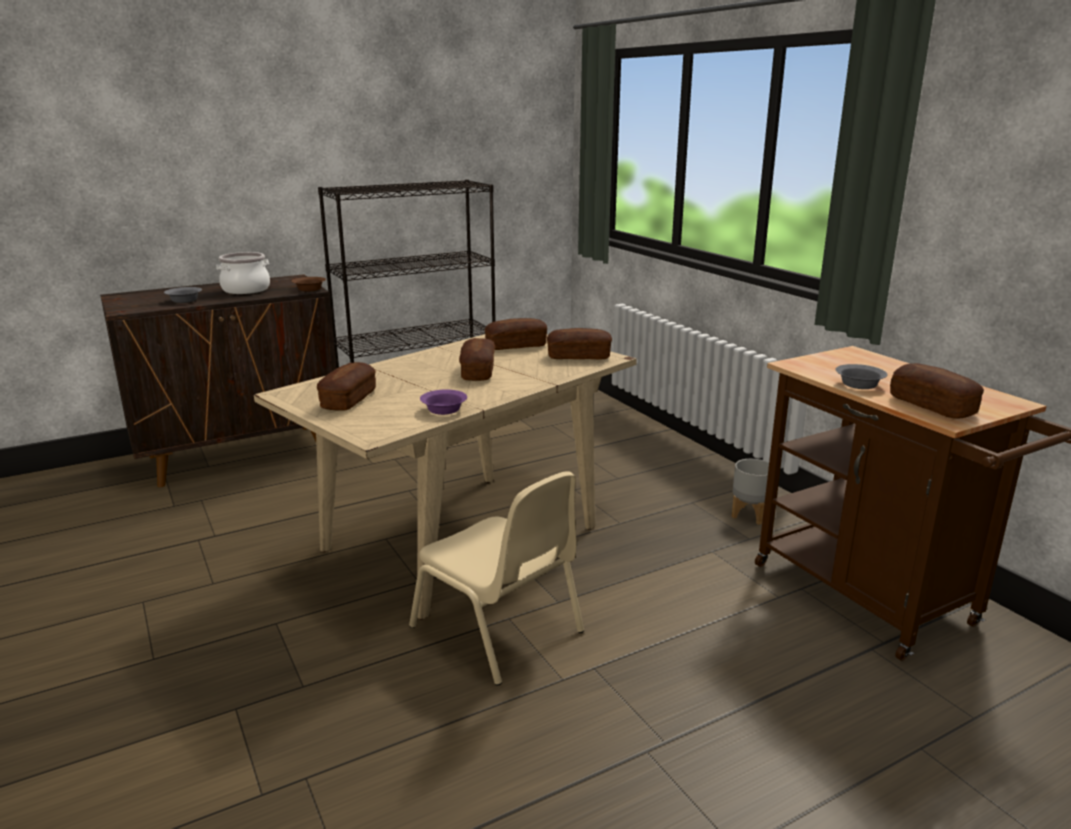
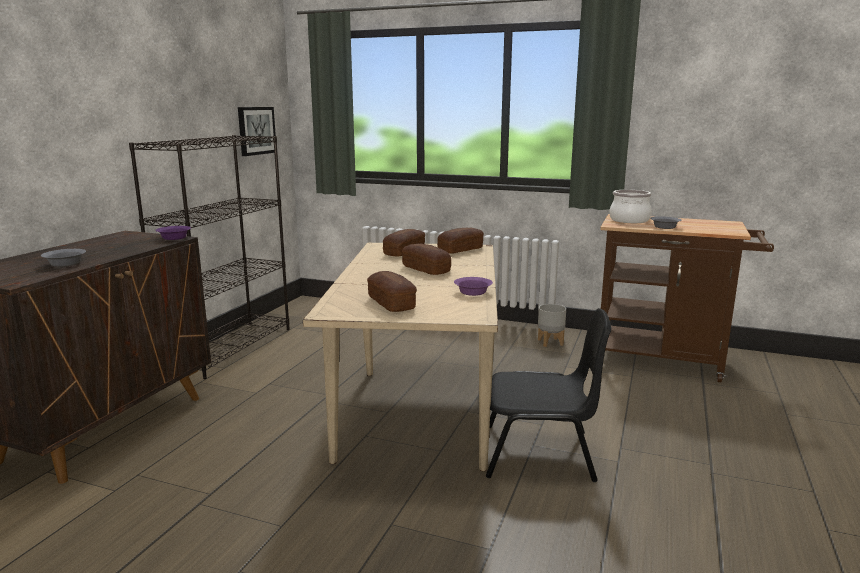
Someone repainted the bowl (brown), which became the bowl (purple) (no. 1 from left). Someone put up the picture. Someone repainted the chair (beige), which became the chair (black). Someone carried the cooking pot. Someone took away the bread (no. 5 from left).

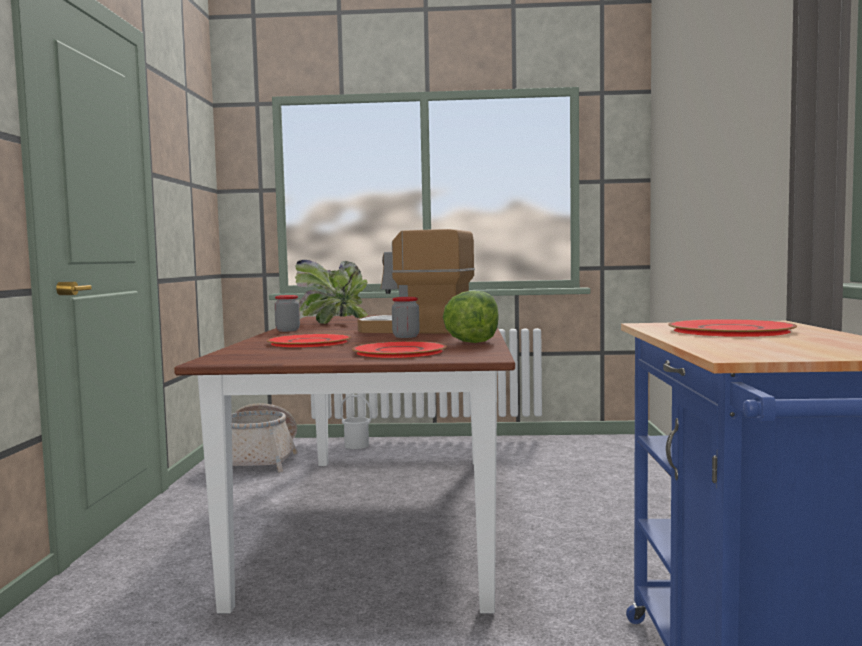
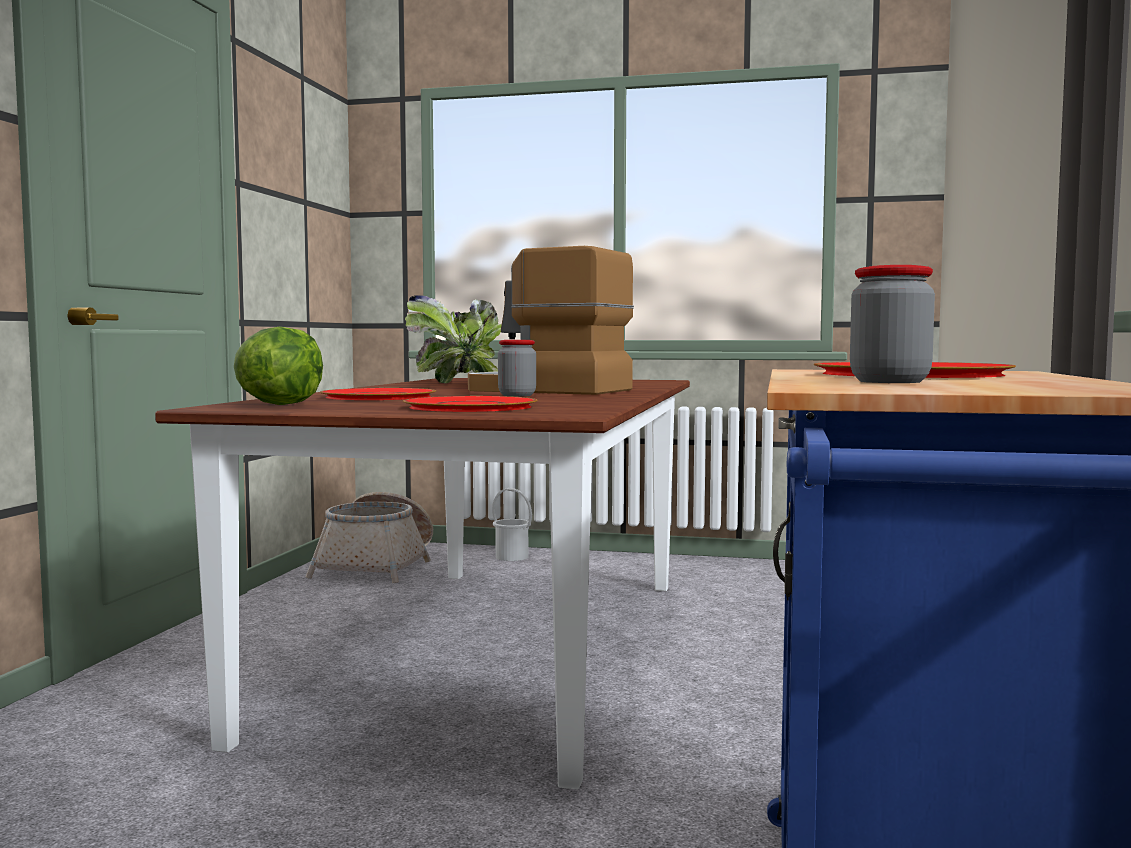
Someone carried the lettuce. Someone carried the jar (no. 1 from left in the first image).

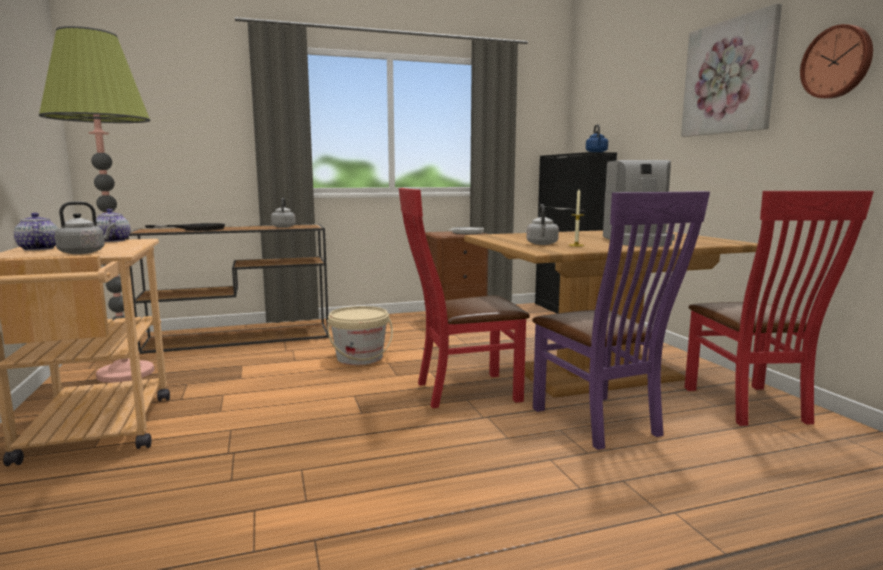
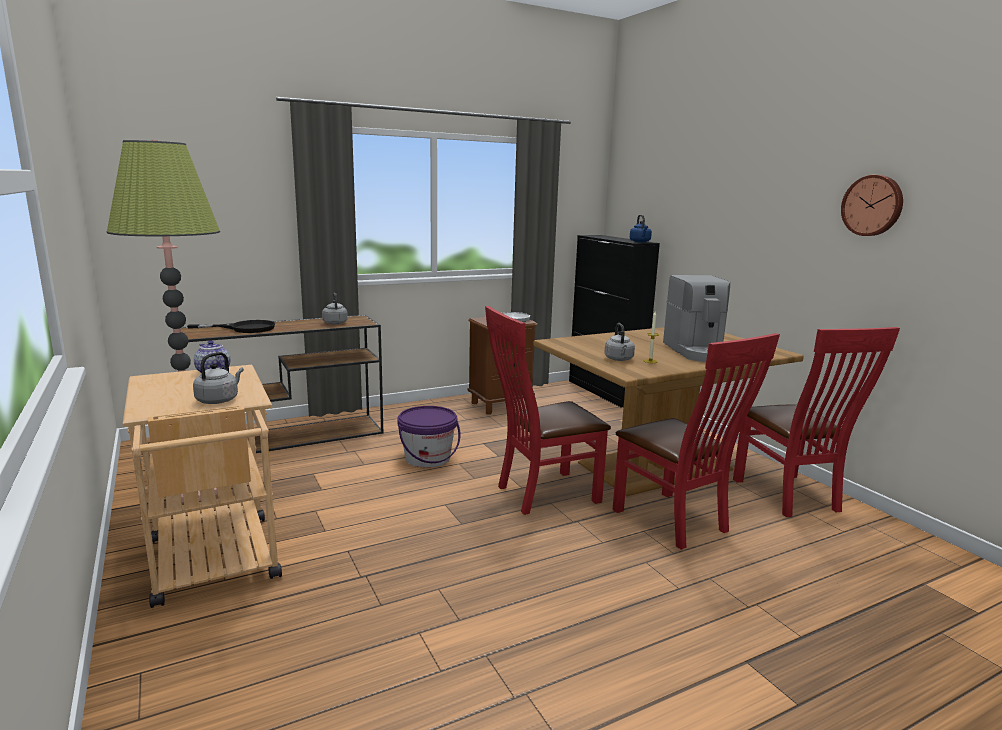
Someone repainted the bucket (beige), which became the bucket (purple). Someone repainted the chair (purple), which became the chair (red) (no. 2 from left). Someone took away the teapot (no. 1 from left). Someone took away the picture.

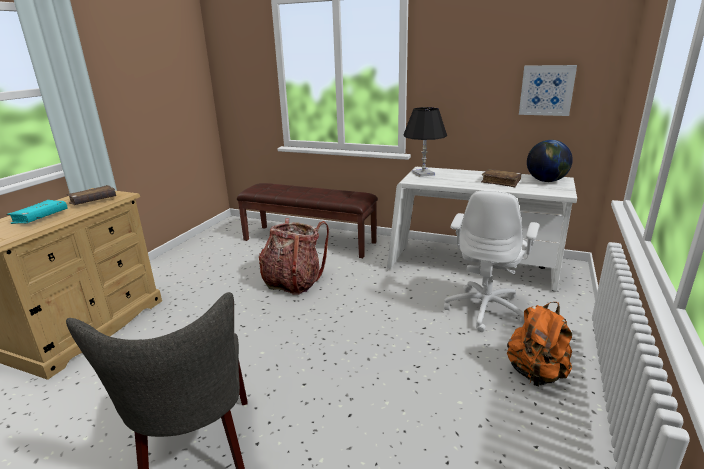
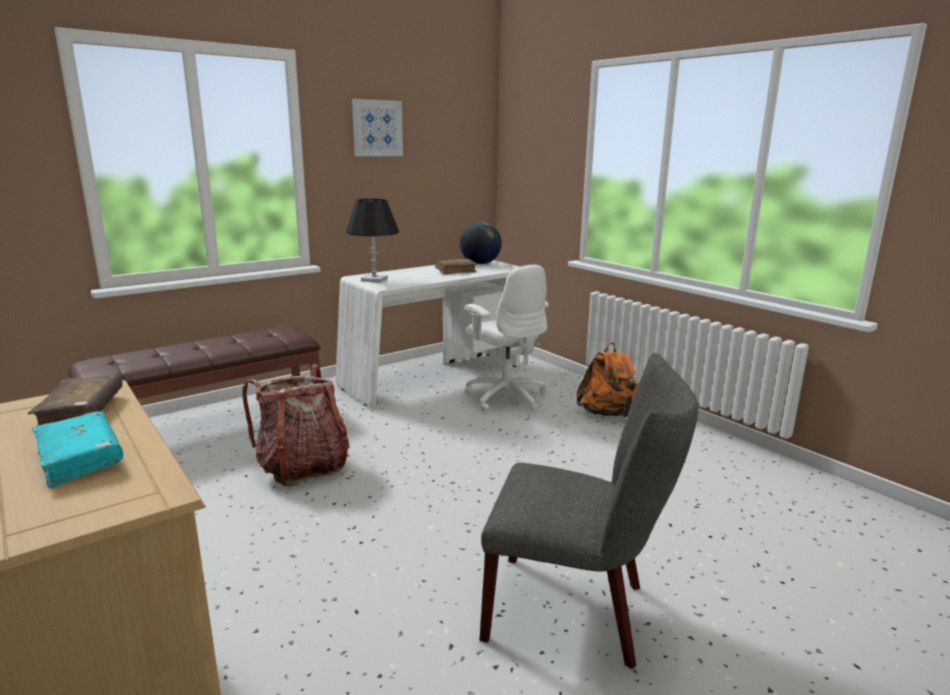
Someone carried the picture.

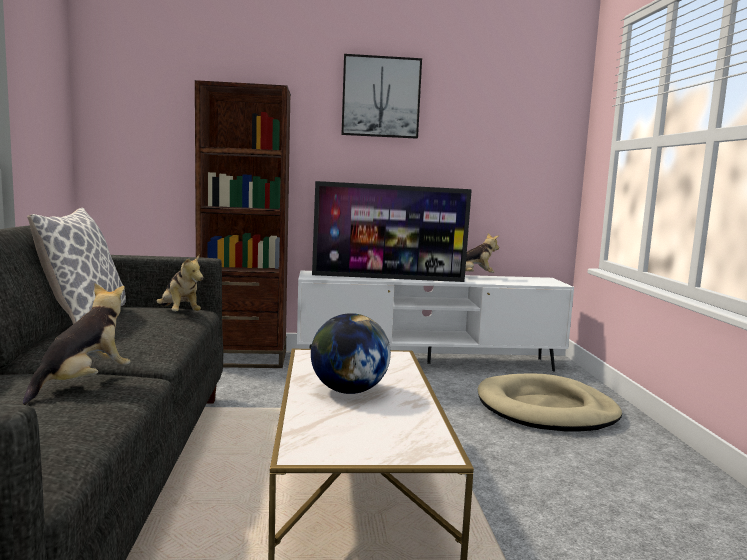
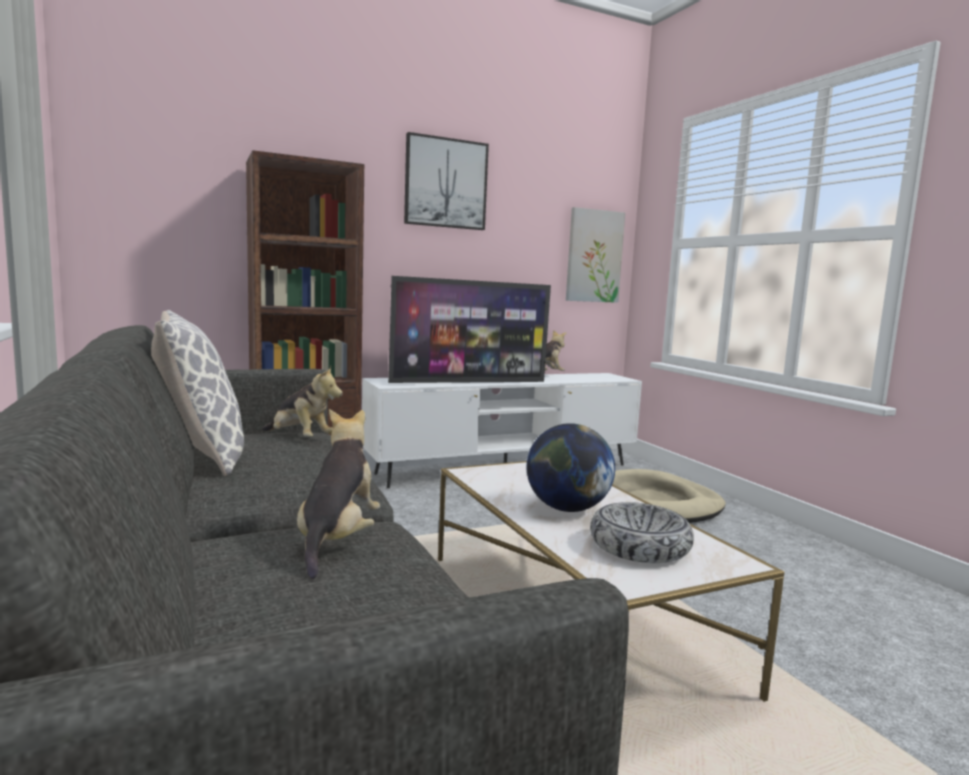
Someone put up the picture (no. 2 from left). Someone put down the bowl.

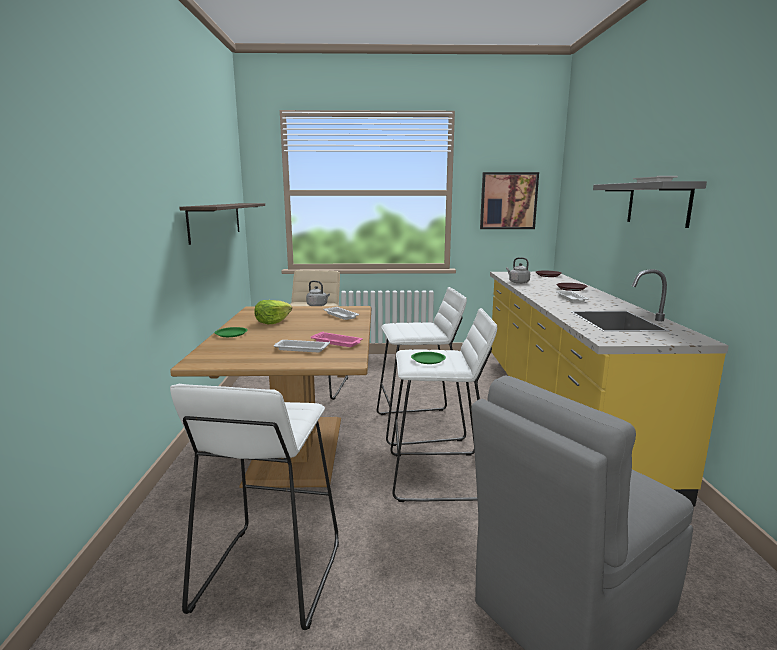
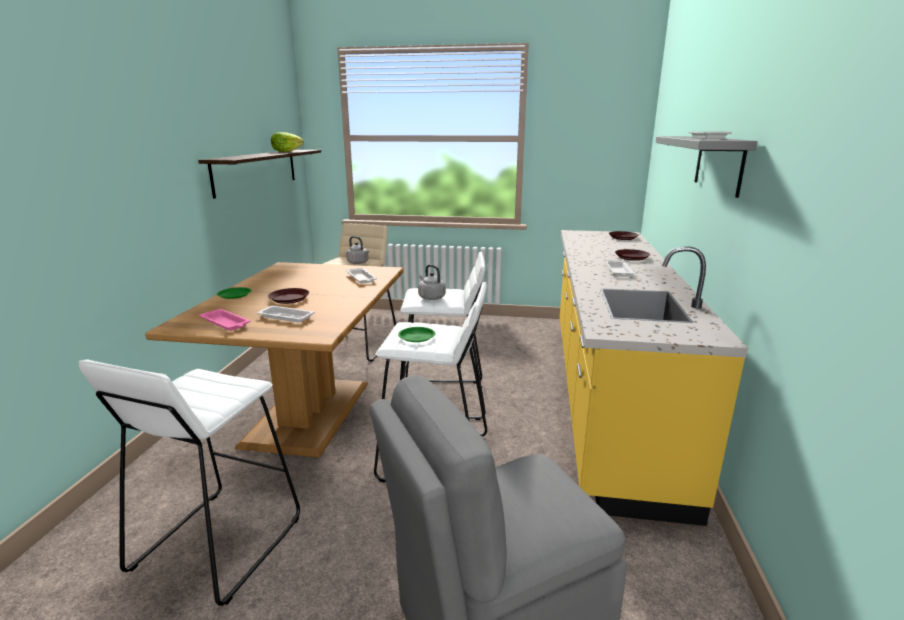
Someone carried the tray (pink). Someone put down the plate (brown) (no. 1 from left). Someone carried the lettuce. Someone carried the kettle (grey) (no. 2 from left). Someone took away the picture.

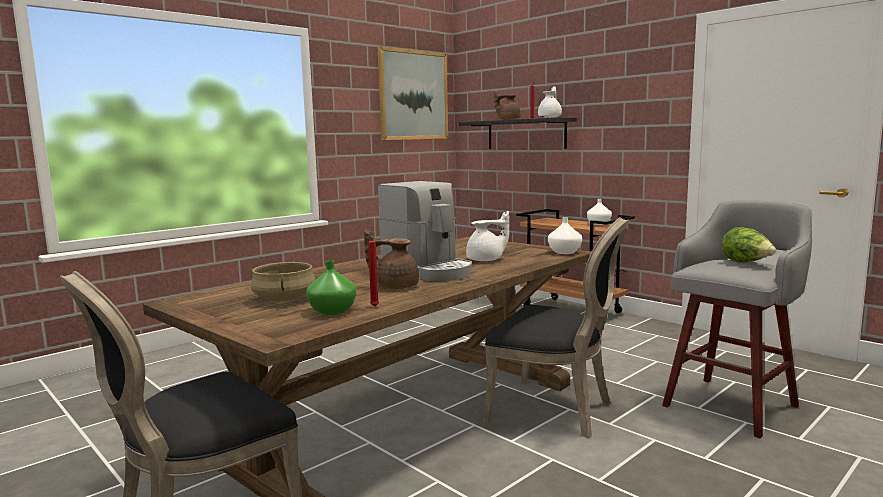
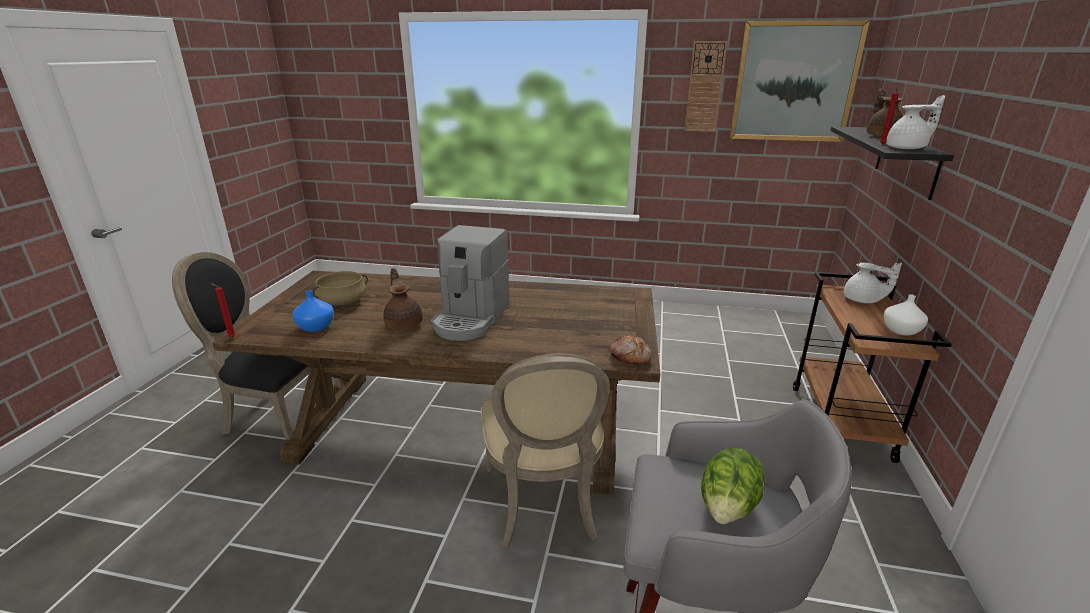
Someone carried the candle (red) (no. 1 from left). Someone repainted the vase (green), which became the vase (blue). Someone repainted the chair (black) (no. 2 from left), which became the chair (beige). Someone swapped the vase (white) (no. 1 from left) for the bread. Someone put up the wall clock. Someone carried the teapot (white) (no. 1 from left).

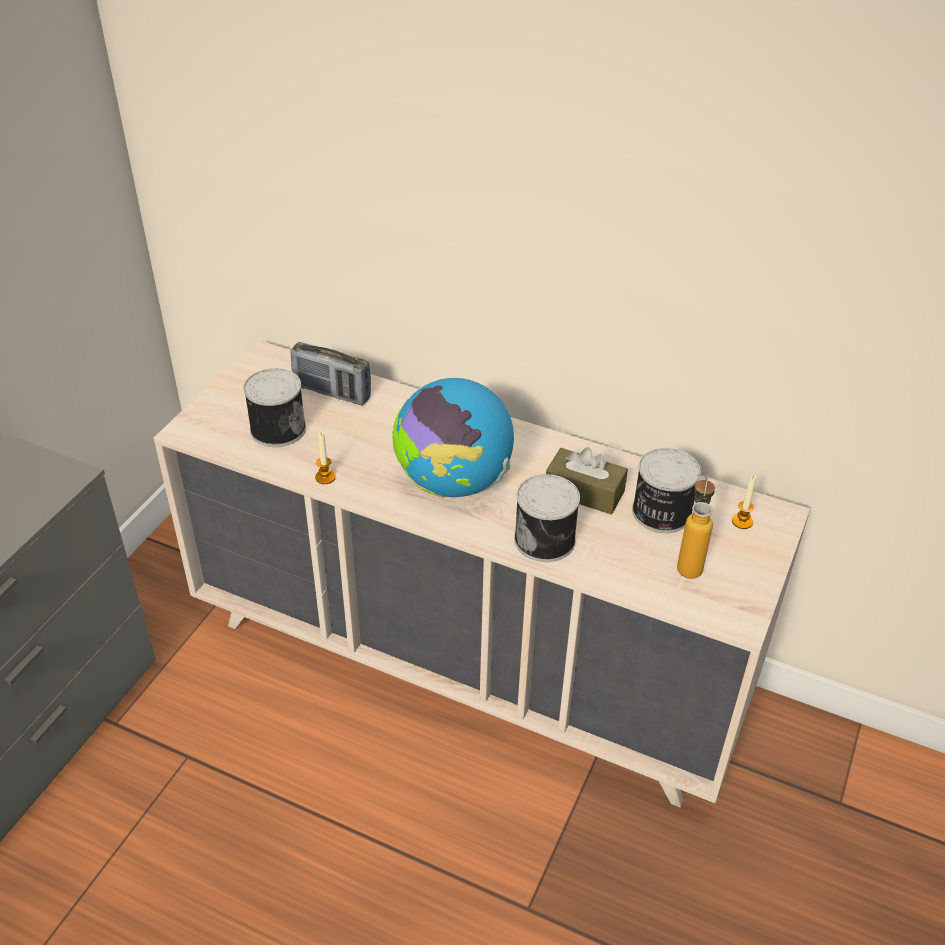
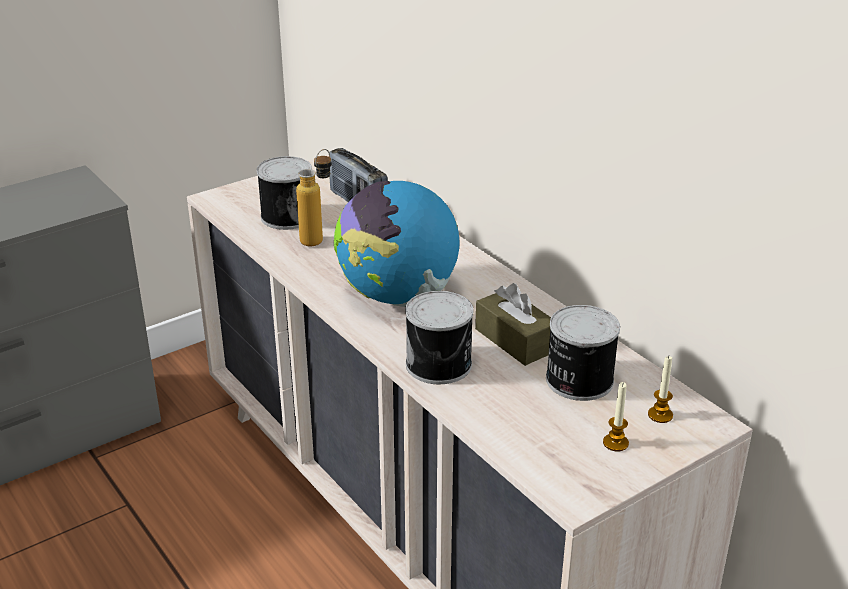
Someone carried the bottle. Someone carried the candle (no. 1 from left).

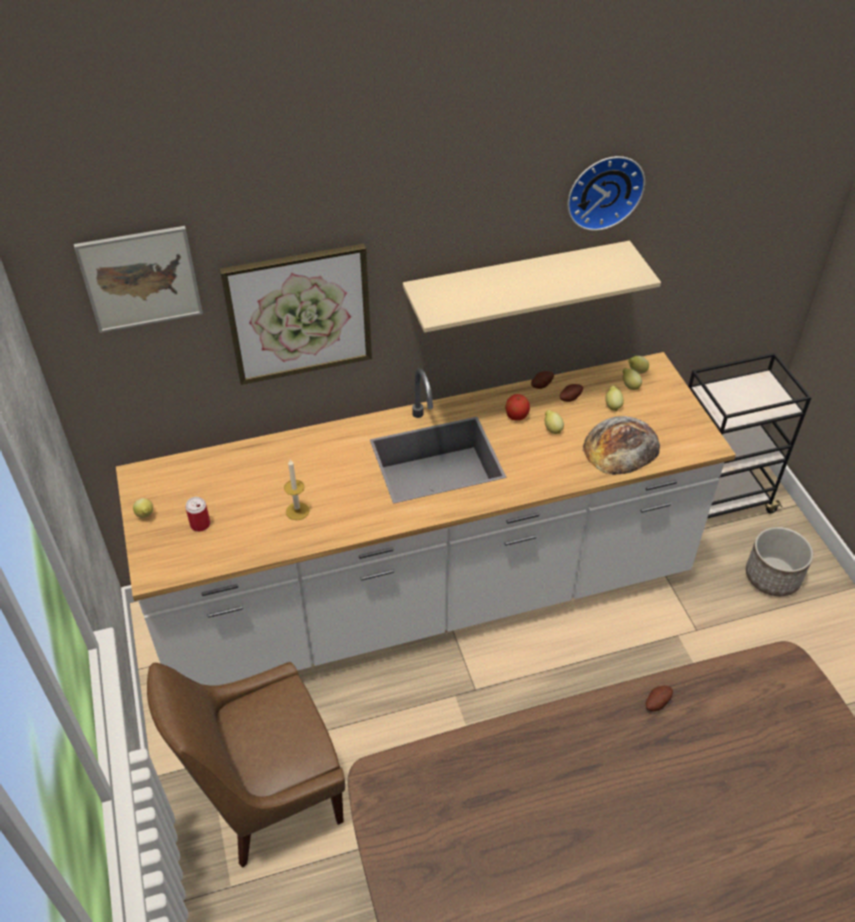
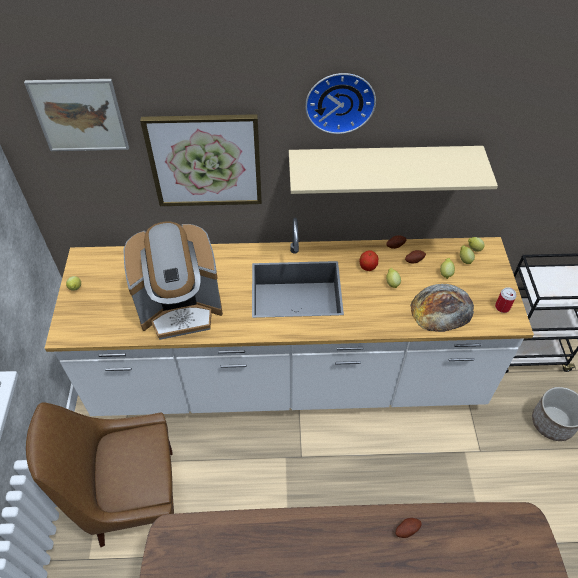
Someone swapped the candle for the coffee machine. Someone carried the wall clock. Someone carried the can.

